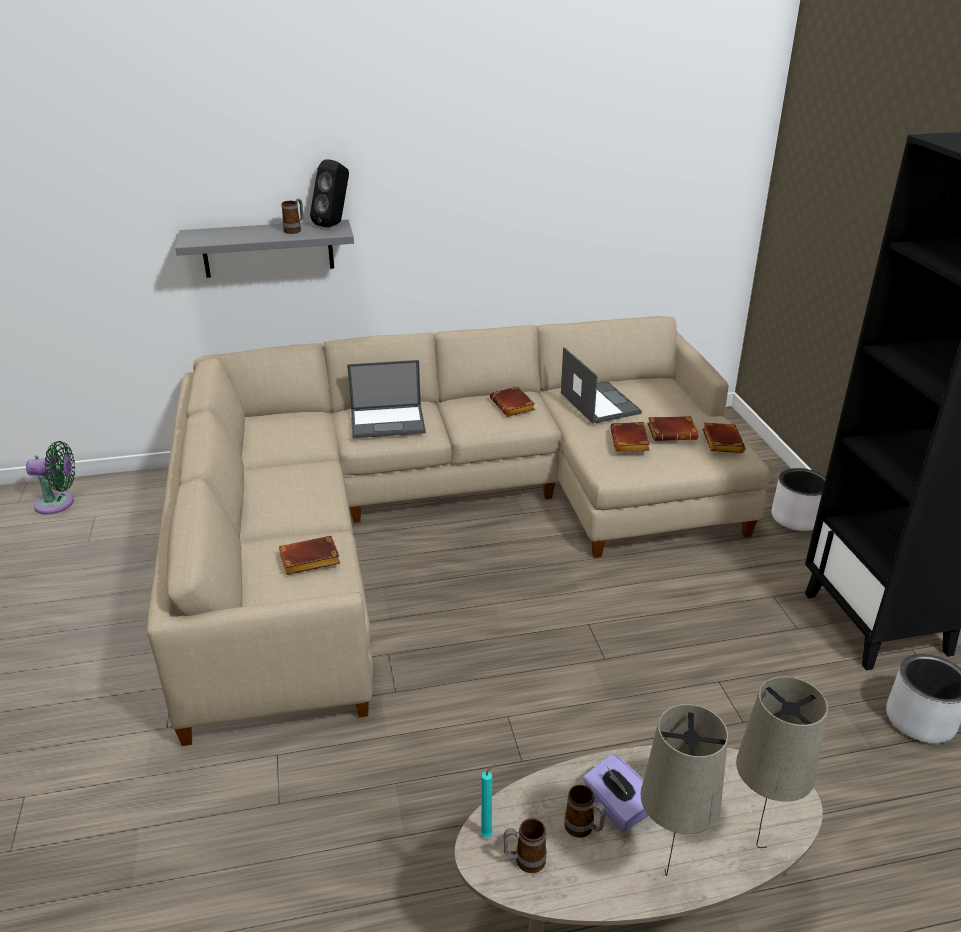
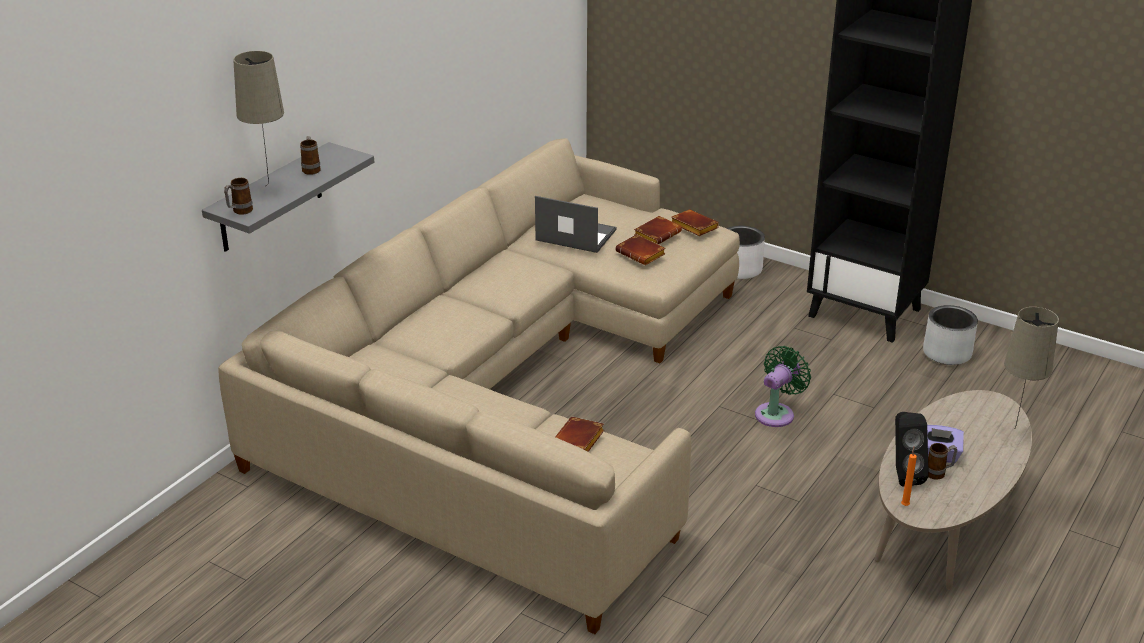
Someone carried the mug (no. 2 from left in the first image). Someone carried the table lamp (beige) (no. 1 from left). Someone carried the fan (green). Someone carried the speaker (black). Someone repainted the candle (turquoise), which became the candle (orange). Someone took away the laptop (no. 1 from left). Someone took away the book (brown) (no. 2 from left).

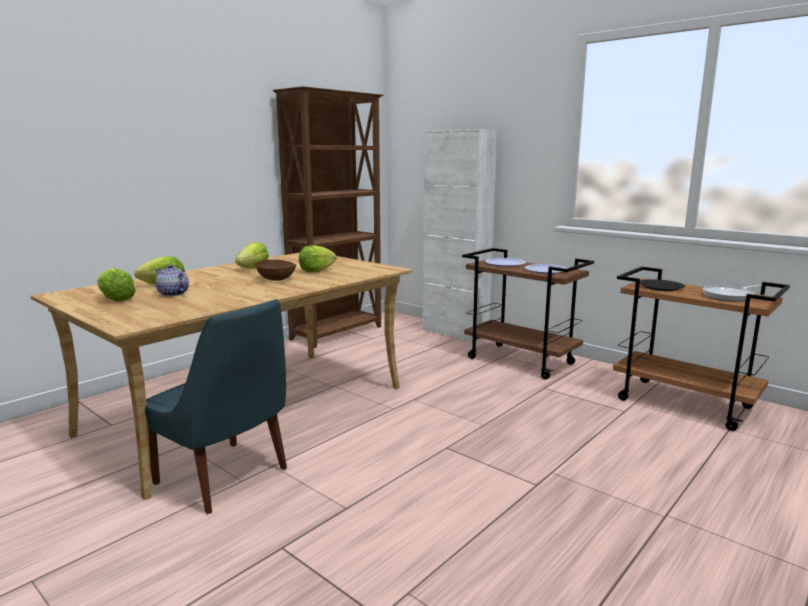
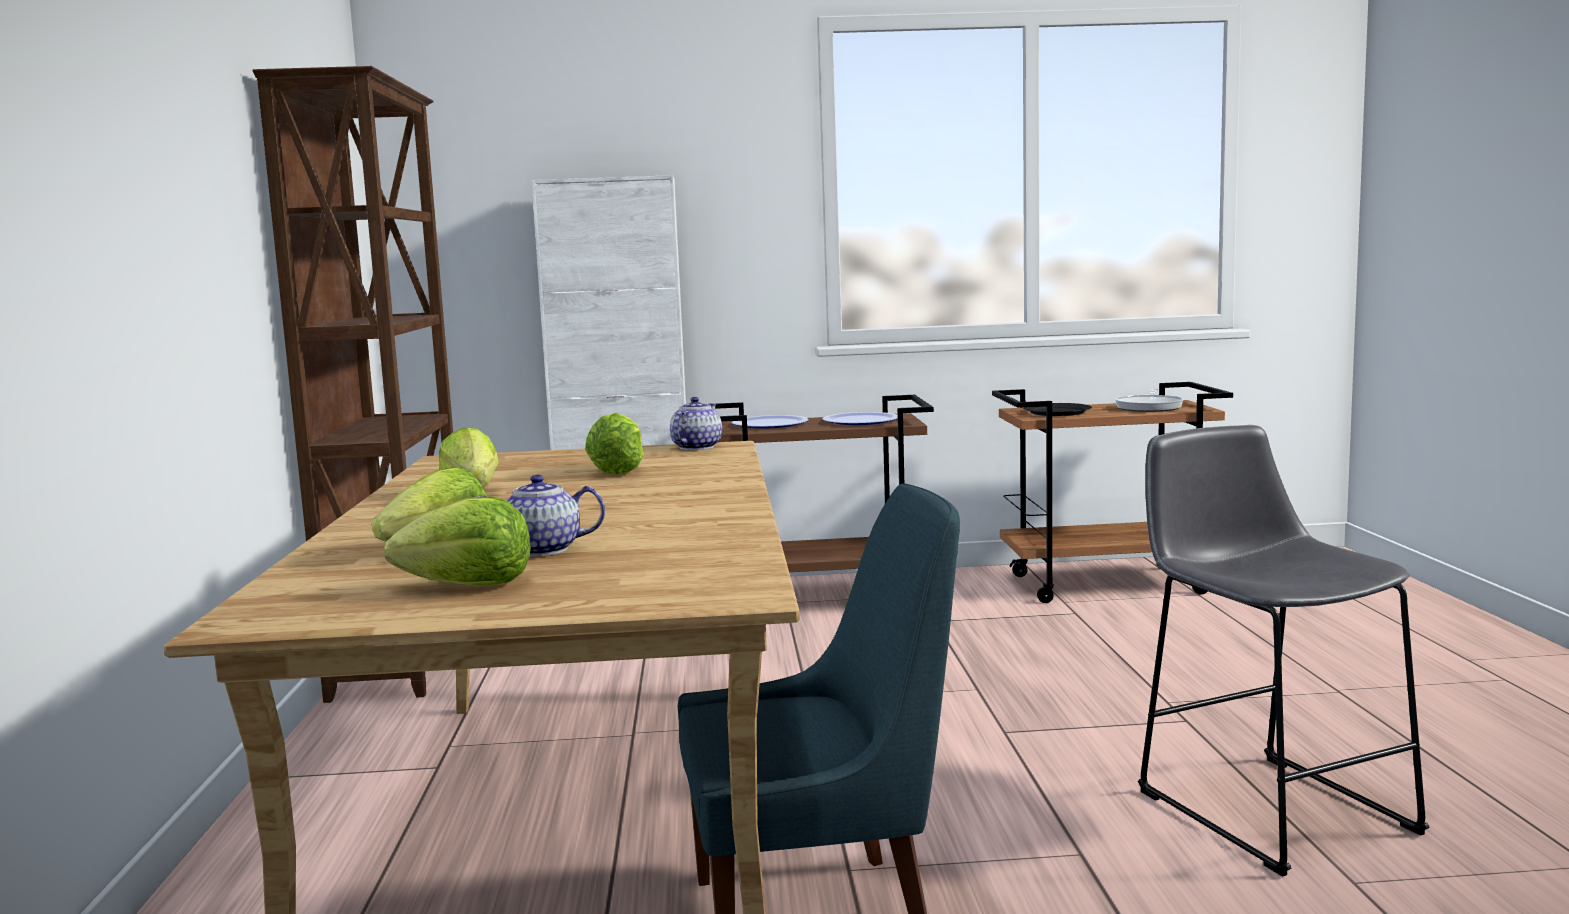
Someone put down the teapot (no. 2 from left). Someone put down the stool (grey). Someone took away the bowl (brown).

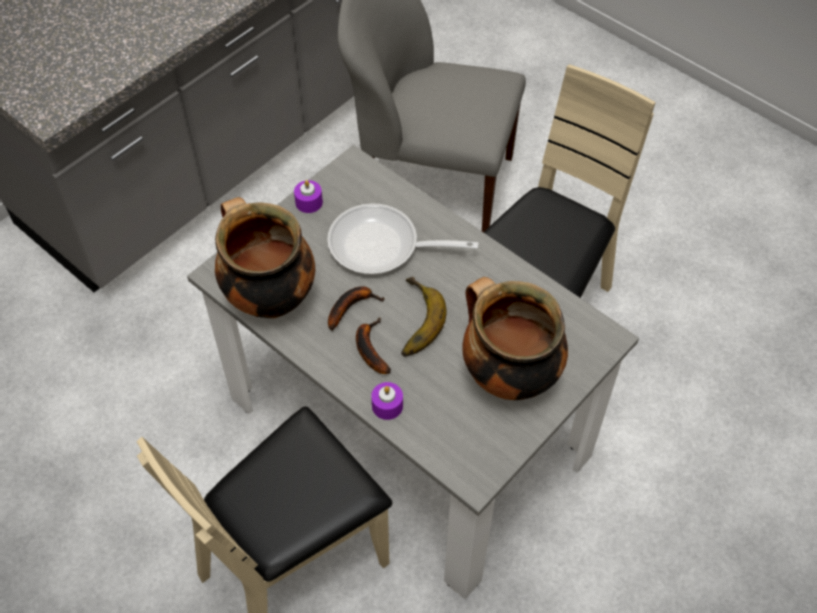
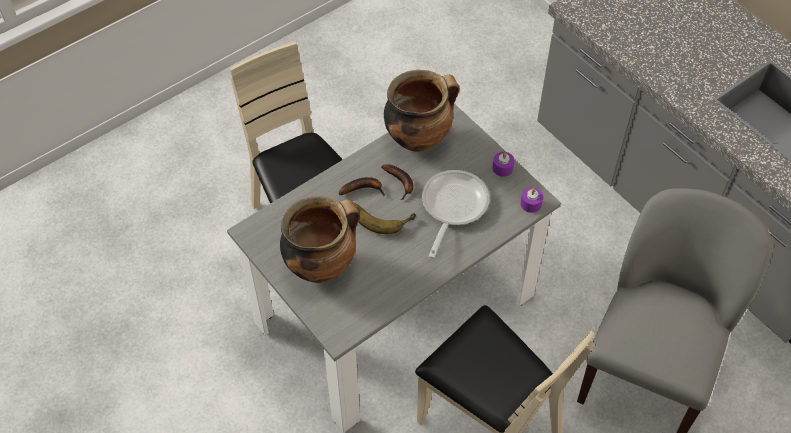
Someone carried the candle (purple) (no. 2 from left).

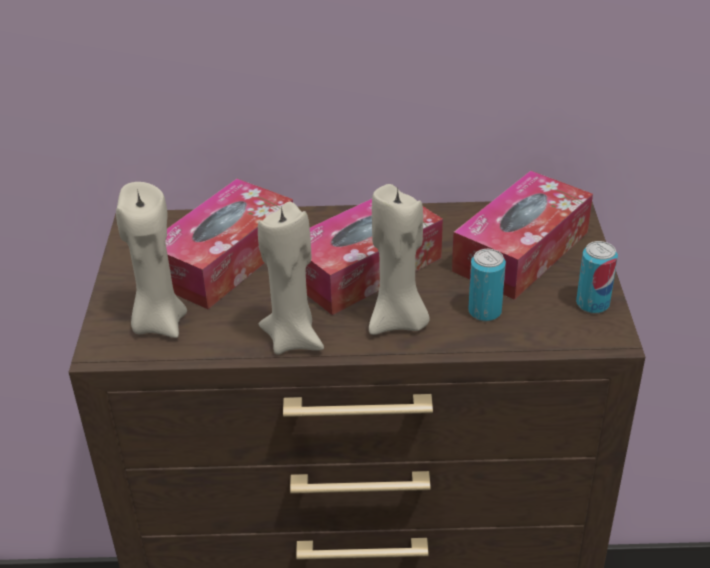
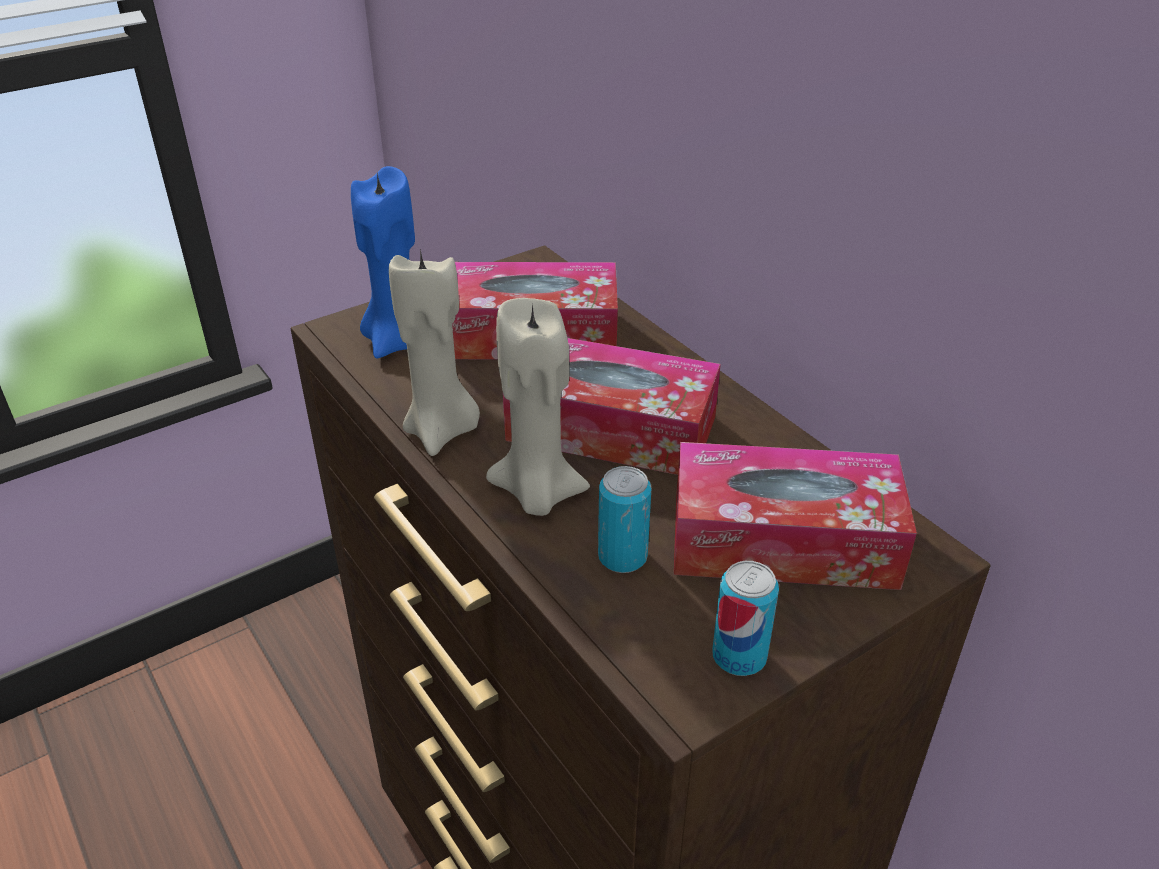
Someone repainted the candle (beige) (no. 1 from left), which became the candle (blue).

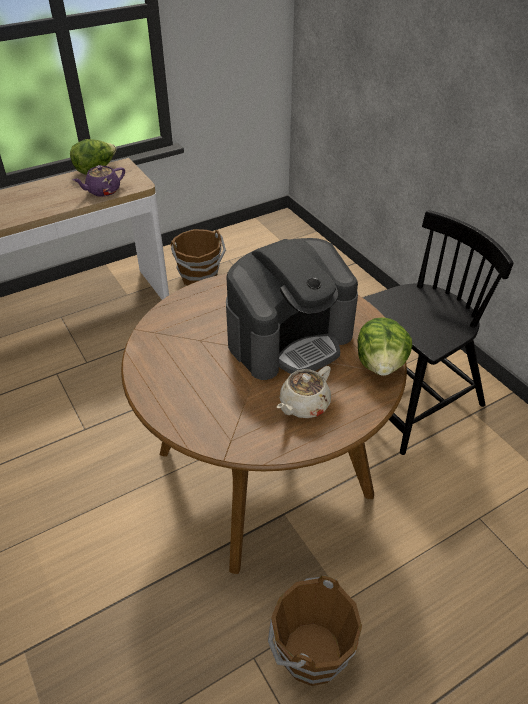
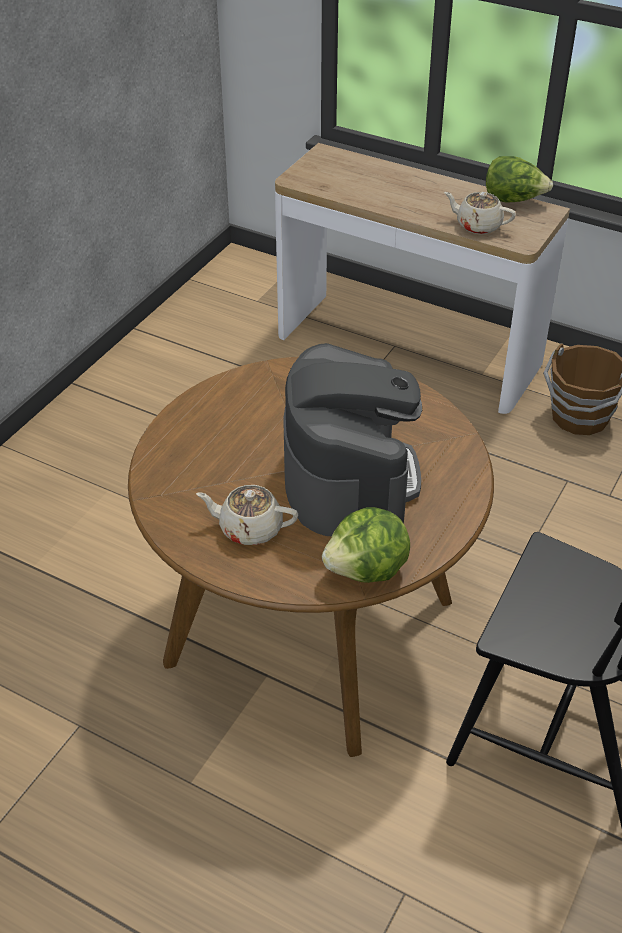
Someone rotated the coffee machine by 120 degrees counterclockwise. Someone repainted the teapot (purple), which became the teapot (beige) (no. 2 from left). Someone took away the bucket (brown) (no. 2 from left).

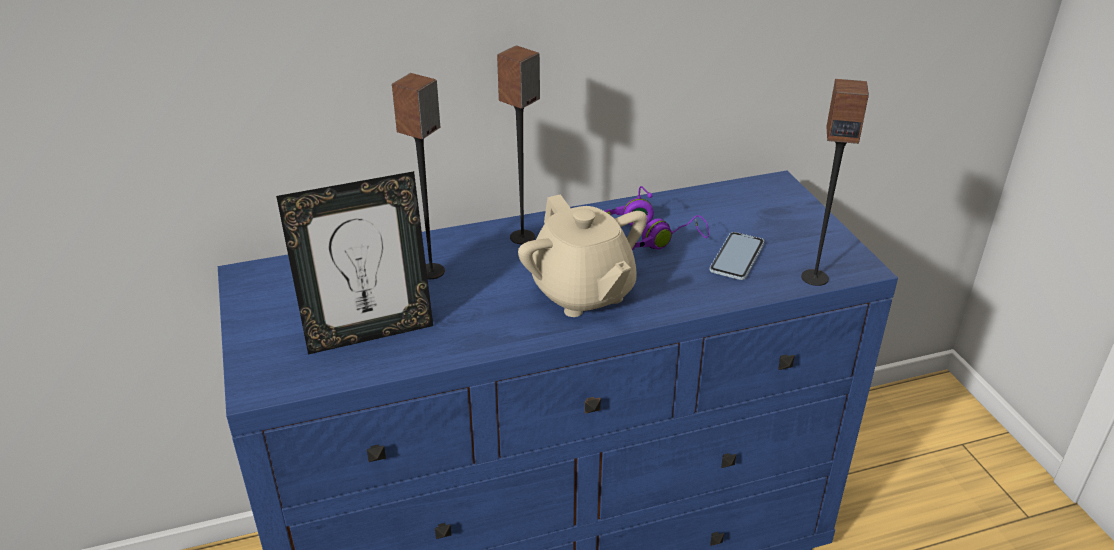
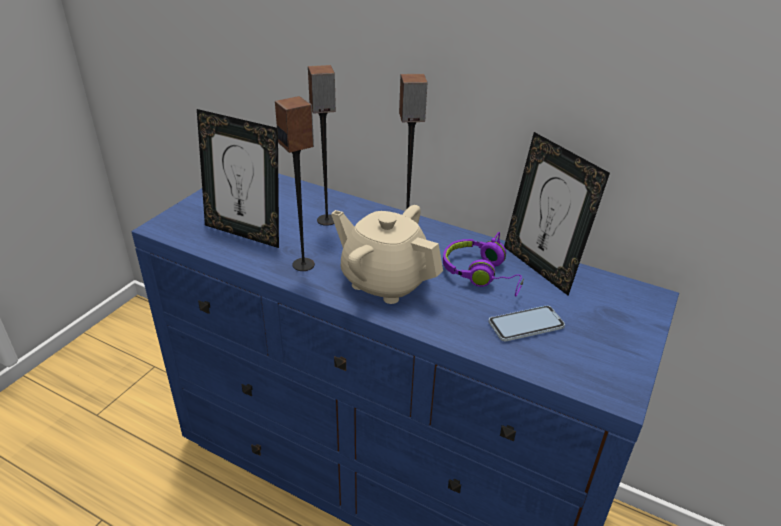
Someone carried the speaker (no. 3 from left in the first image). Someone rotated the teapot (beige) by 105 degrees clockwise. Someone put down the picture frame (no. 2 from left).

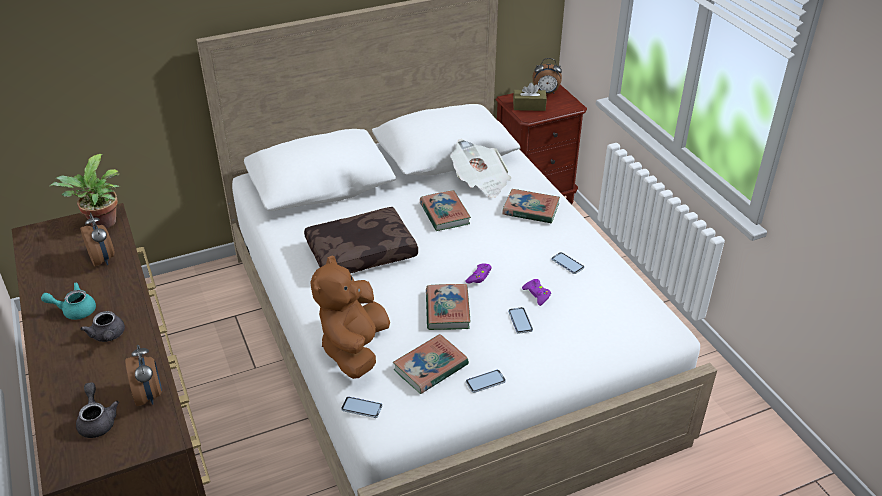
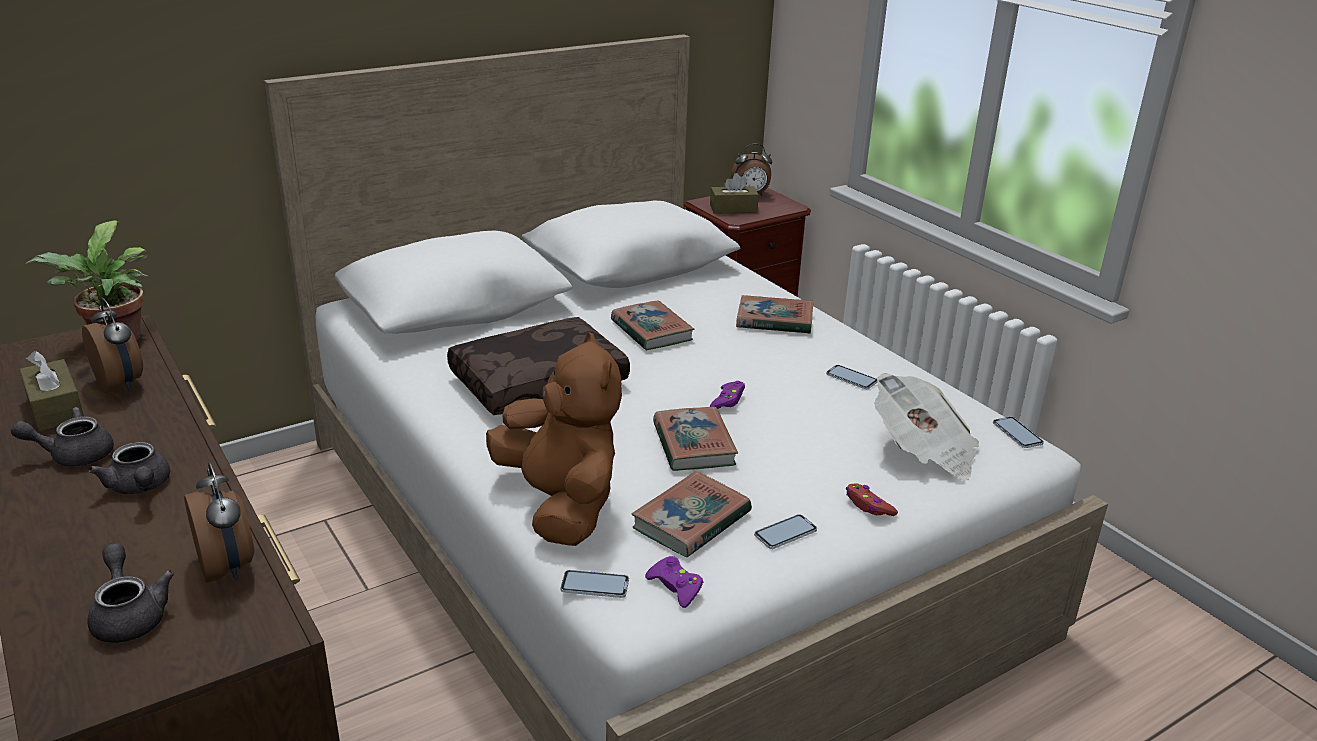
Someone repainted the teapot (turquoise), which became the teapot (grey) (no. 1 from left). Someone put down the tissue box (brown) (no. 1 from left). Someone rotated the plush toy (brown) by 150 degrees clockwise. Someone carried the game controller (purple) (no. 2 from left in the first image). Someone put down the game controller (red). Someone carried the newspaper. Someone carried the phone (no. 3 from left in the first image).

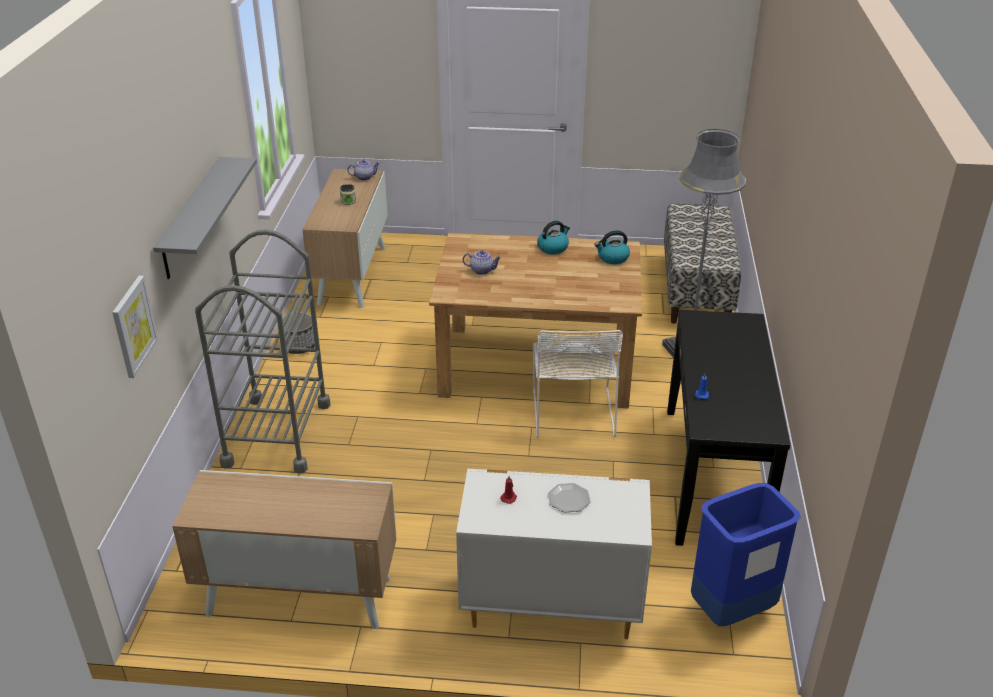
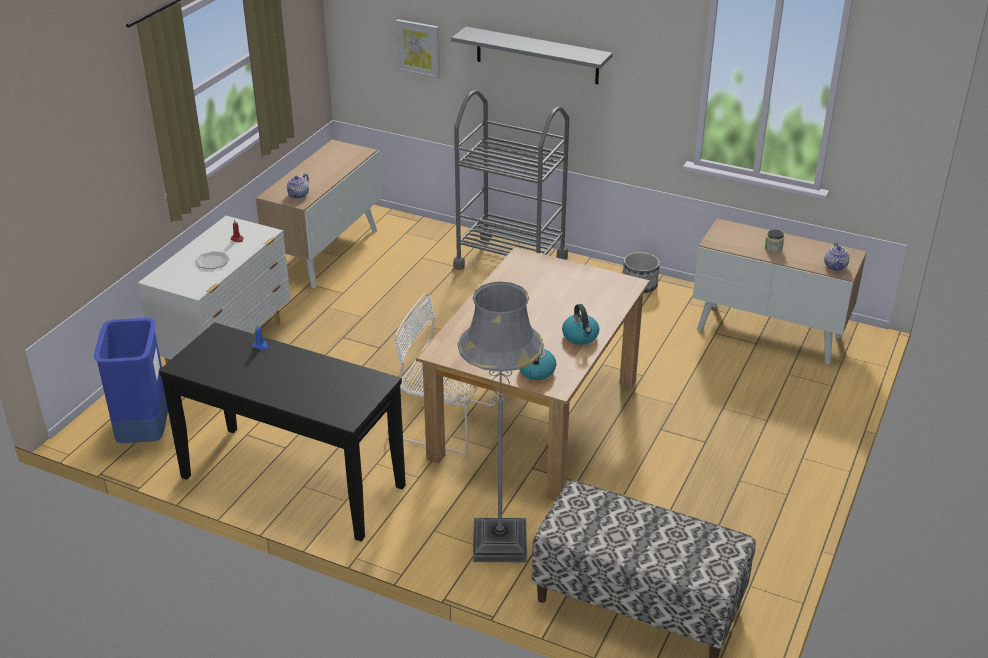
Someone carried the teapot (no. 2 from left in the first image).

